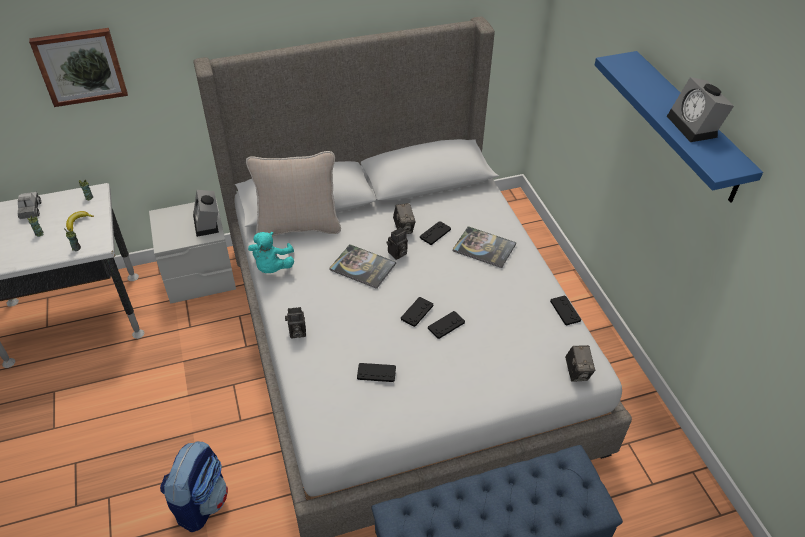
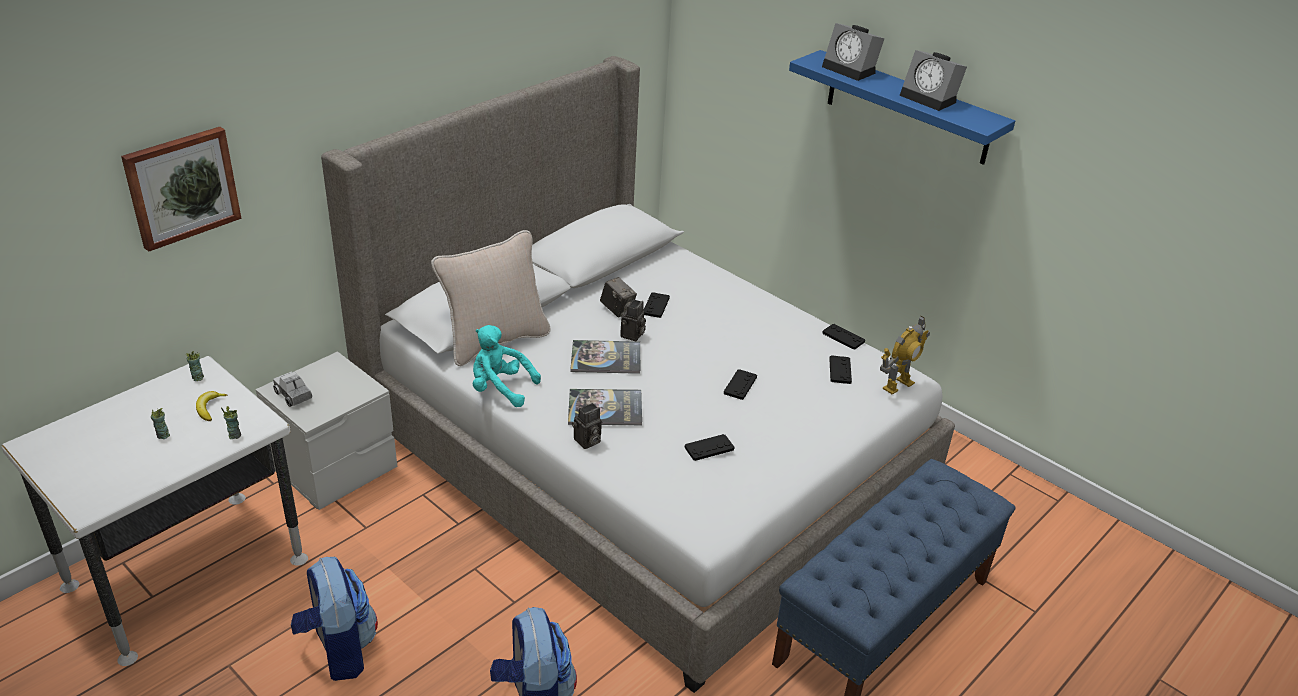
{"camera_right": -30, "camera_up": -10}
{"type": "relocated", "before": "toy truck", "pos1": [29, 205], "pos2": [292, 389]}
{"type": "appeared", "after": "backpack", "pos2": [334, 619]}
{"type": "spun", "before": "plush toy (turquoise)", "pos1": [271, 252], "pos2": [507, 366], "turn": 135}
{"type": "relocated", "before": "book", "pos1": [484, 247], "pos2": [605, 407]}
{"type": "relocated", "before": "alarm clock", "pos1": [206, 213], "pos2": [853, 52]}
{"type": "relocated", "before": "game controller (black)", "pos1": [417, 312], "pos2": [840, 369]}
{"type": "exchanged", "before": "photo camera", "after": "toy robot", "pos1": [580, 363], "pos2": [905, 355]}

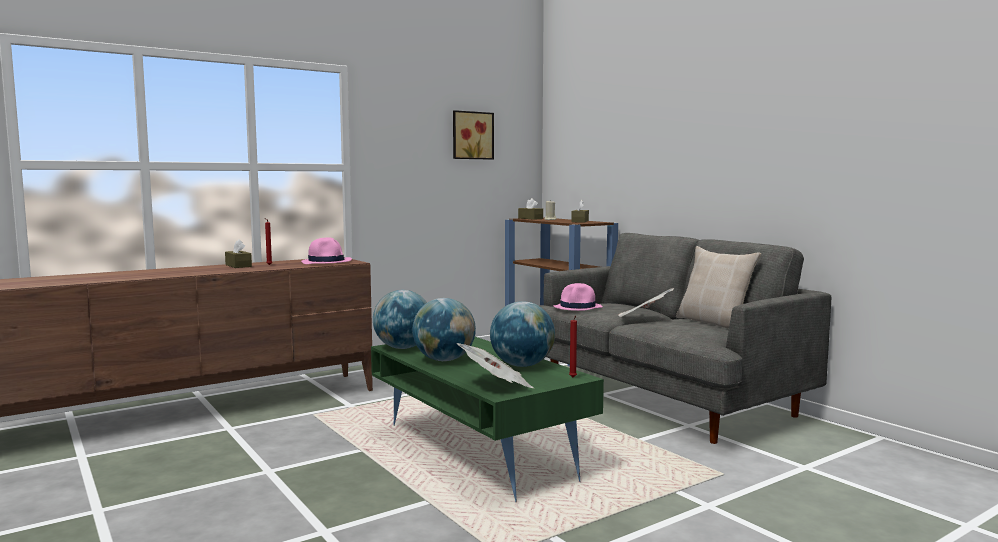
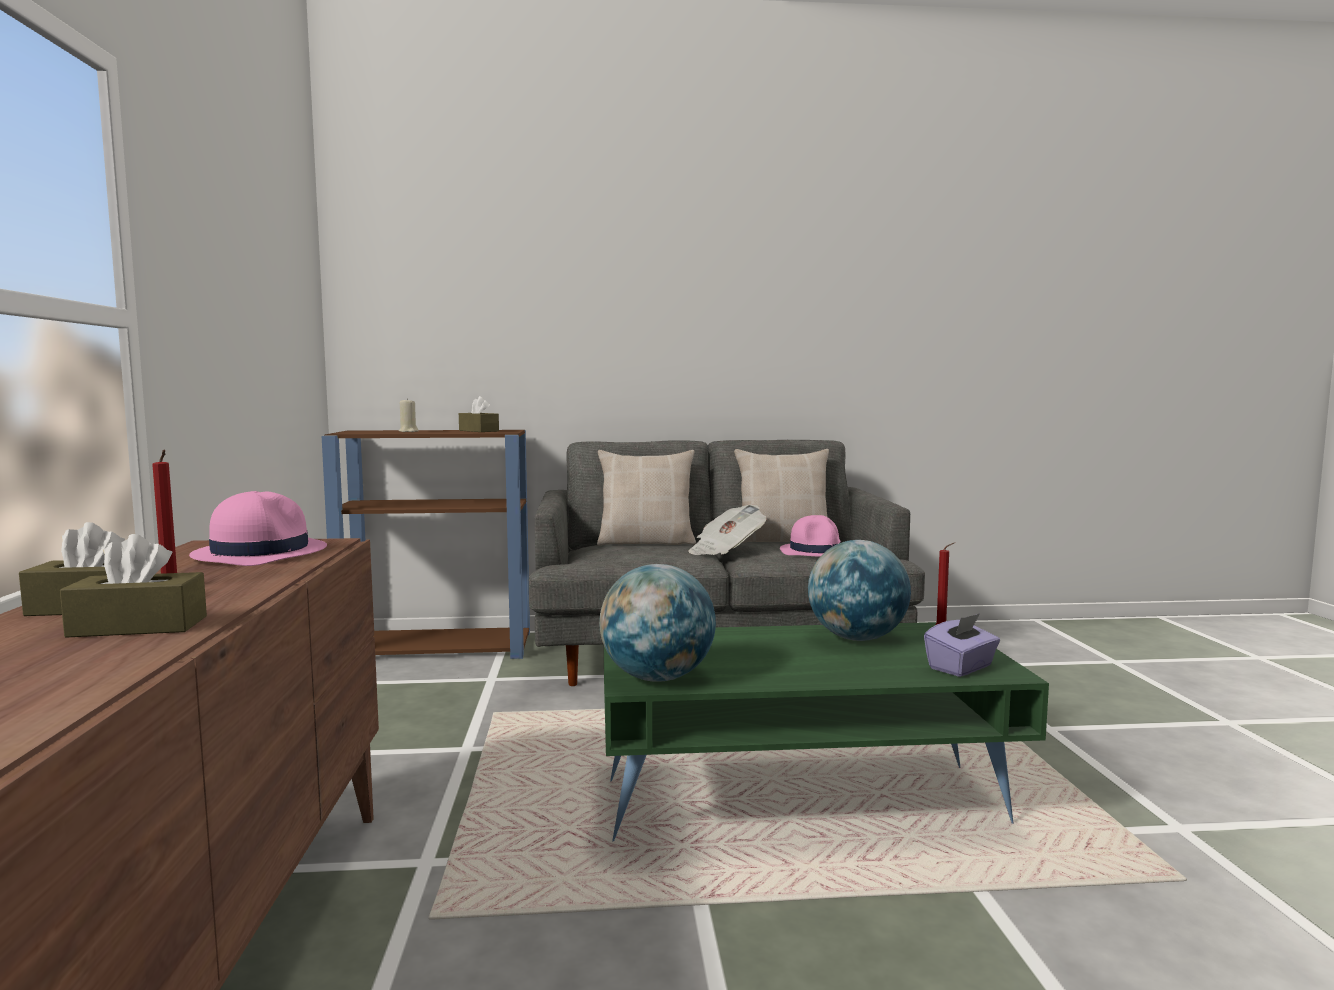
{"camera_right": -60, "camera_up": 0}
{"type": "relocated", "before": "tissue box (brown)", "pos1": [530, 209], "pos2": [133, 586]}
{"type": "appeared", "after": "pillow (beige)", "pos2": [646, 498]}
{"type": "relocated", "before": "hat (pink)", "pos1": [578, 297], "pos2": [810, 535]}
{"type": "exchanged", "before": "newspaper", "after": "tissue box (purple)", "pos1": [495, 365], "pos2": [962, 645]}
{"type": "missing", "before": "globe", "pos1": [444, 329]}
{"type": "missing", "before": "picture", "pos1": [473, 135]}

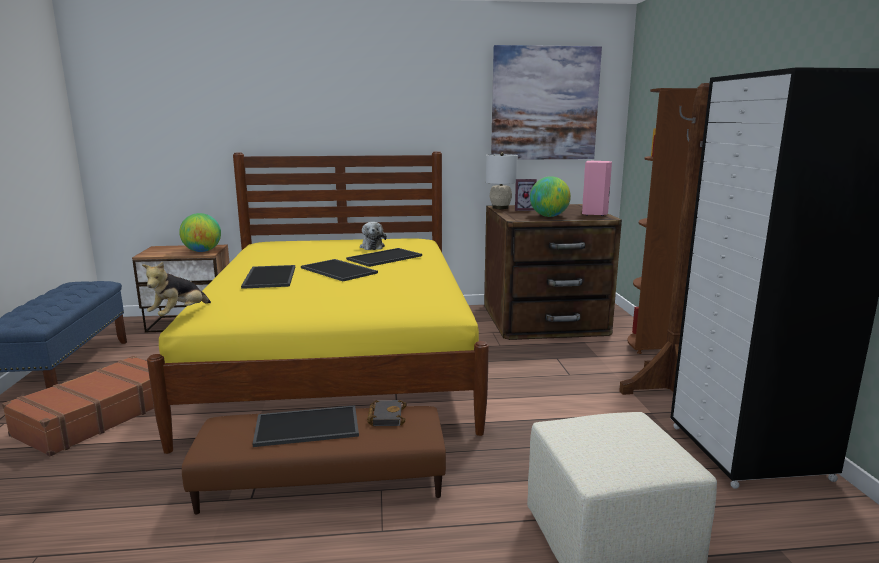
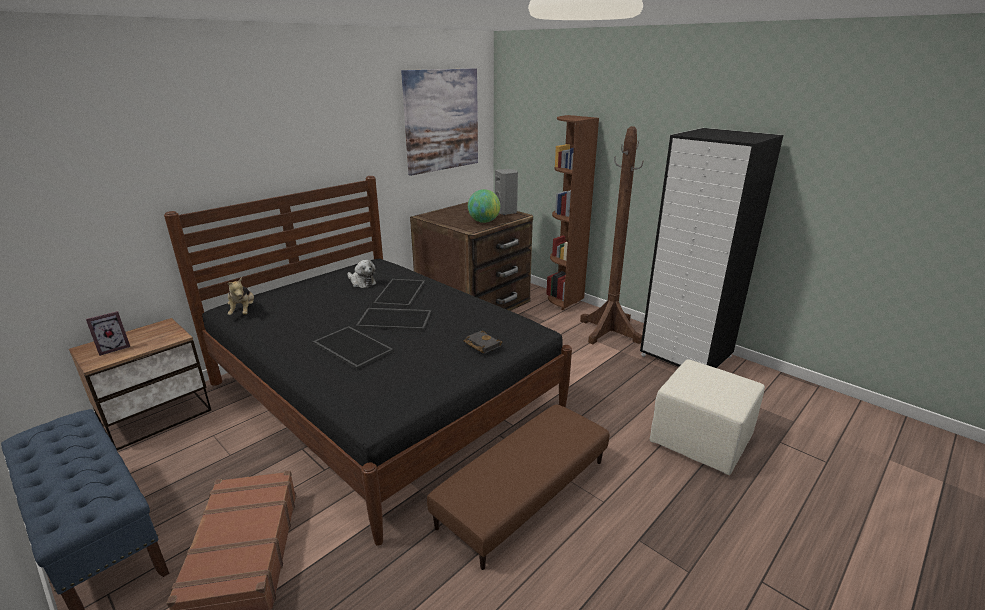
{"camera_right": -40, "camera_up": 10}
{"type": "relocated", "before": "picture frame", "pos1": [526, 195], "pos2": [108, 333]}
{"type": "colour", "before": "bed (yellow)", "after": "bed (black)", "pos1": [318, 302], "pos2": [368, 361]}
{"type": "relocated", "before": "plush toy", "pos1": [176, 289], "pos2": [241, 296]}
{"type": "relocated", "before": "book (black)", "pos1": [386, 413], "pos2": [483, 342]}
{"type": "colour", "before": "speaker (pink)", "after": "speaker (grey)", "pos1": [597, 188], "pos2": [506, 192]}
{"type": "missing", "before": "globe", "pos1": [200, 232]}
{"type": "missing", "before": "tray", "pos1": [306, 426]}
{"type": "missing", "before": "table lamp (white)", "pos1": [502, 180]}

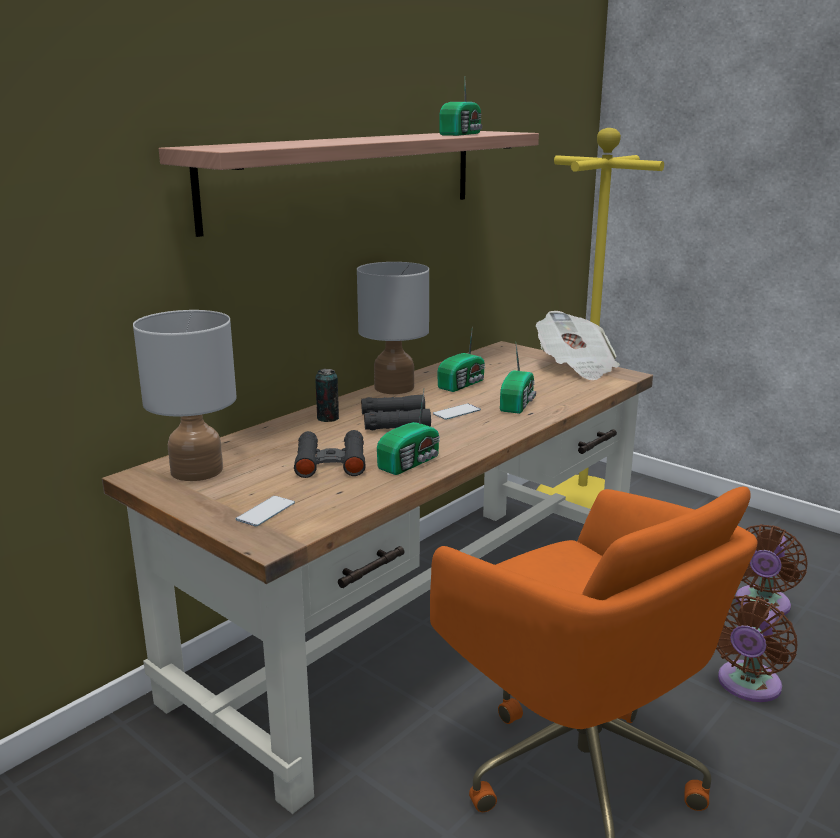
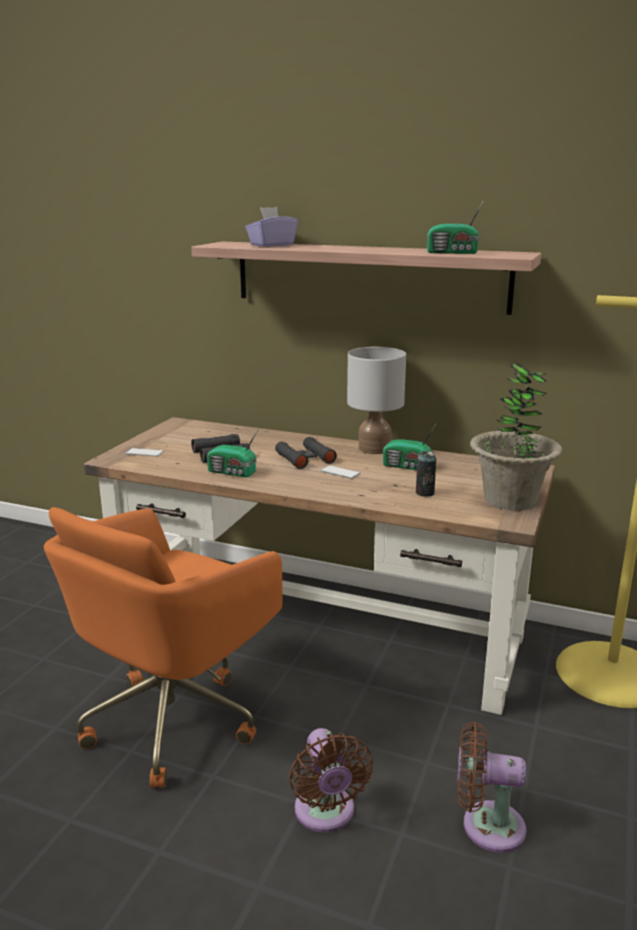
{"camera_right": 70, "camera_up": 0}
{"type": "appeared", "after": "tissue box (purple)", "pos2": [271, 227]}
{"type": "spun", "before": "fan (brown)", "pos1": [756, 648], "pos2": [331, 780], "turn": -120}
{"type": "relocated", "before": "can", "pos1": [327, 395], "pos2": [426, 474]}
{"type": "exchanged", "before": "newspaper", "after": "potted plant", "pos1": [578, 345], "pos2": [516, 436]}
{"type": "missing", "before": "table lamp (grey)", "pos1": [185, 395]}
{"type": "missing", "before": "radio", "pos1": [518, 379]}

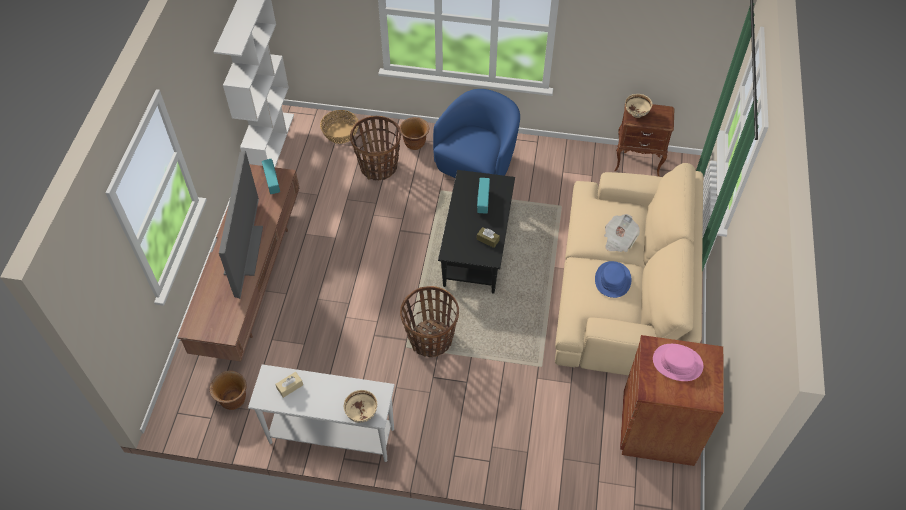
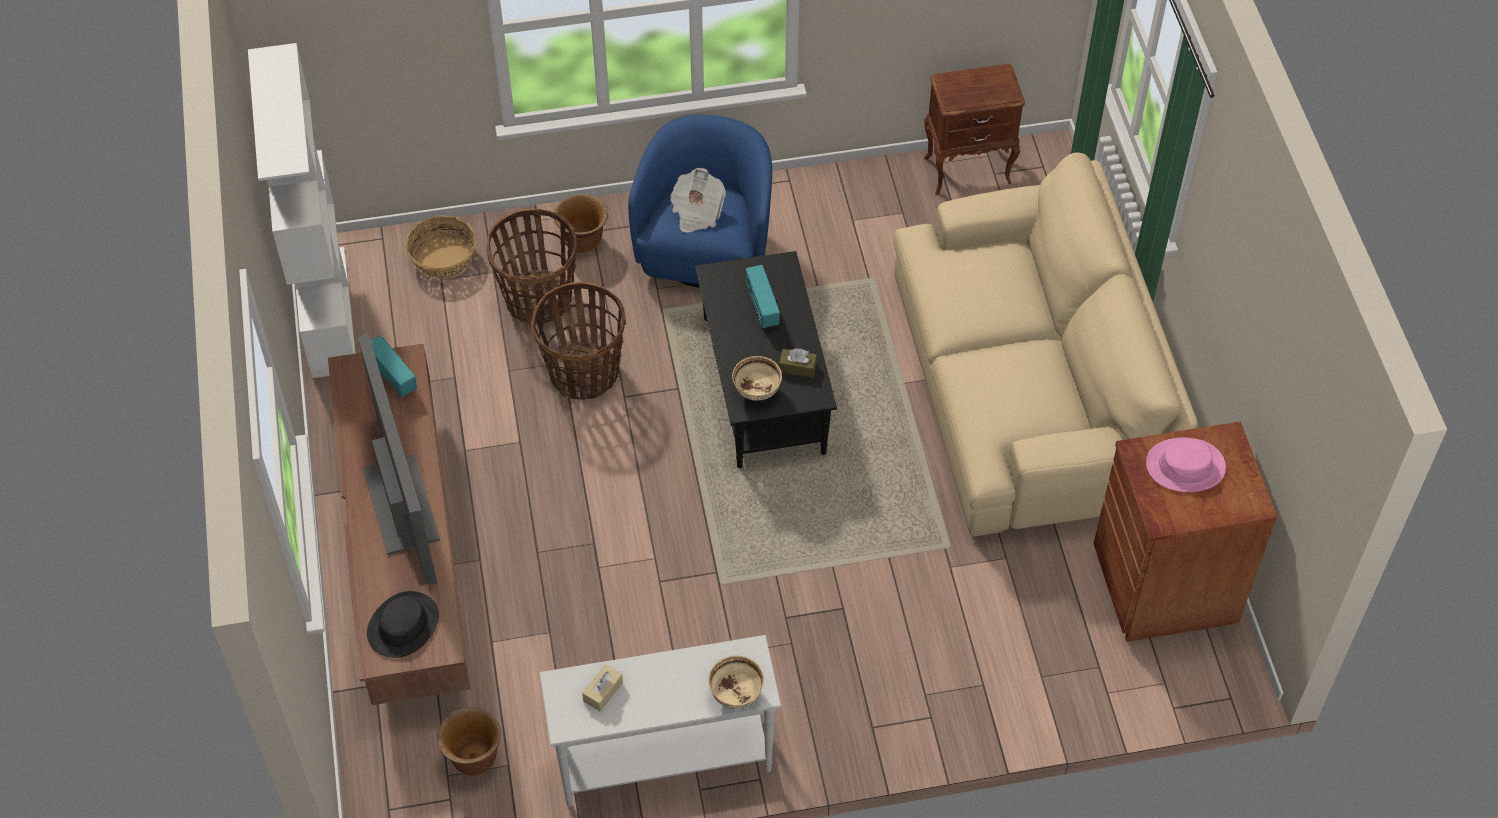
{"camera_right": -20, "camera_up": 0}
{"type": "appeared", "after": "hat (black)", "pos2": [403, 624]}
{"type": "relocated", "before": "basket", "pos1": [429, 321], "pos2": [578, 341]}
{"type": "relocated", "before": "newspaper", "pos1": [622, 233], "pos2": [698, 200]}
{"type": "relocated", "before": "bowl (beige)", "pos1": [638, 106], "pos2": [757, 378]}
{"type": "missing", "before": "hat (blue)", "pos1": [613, 279]}

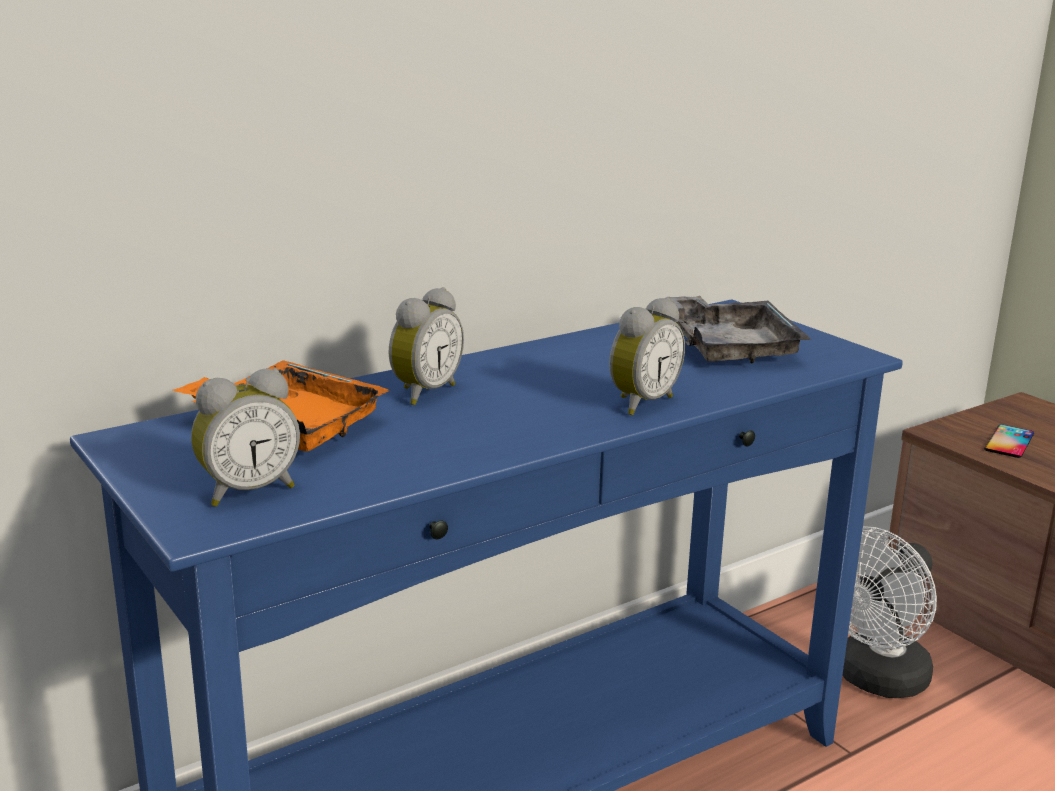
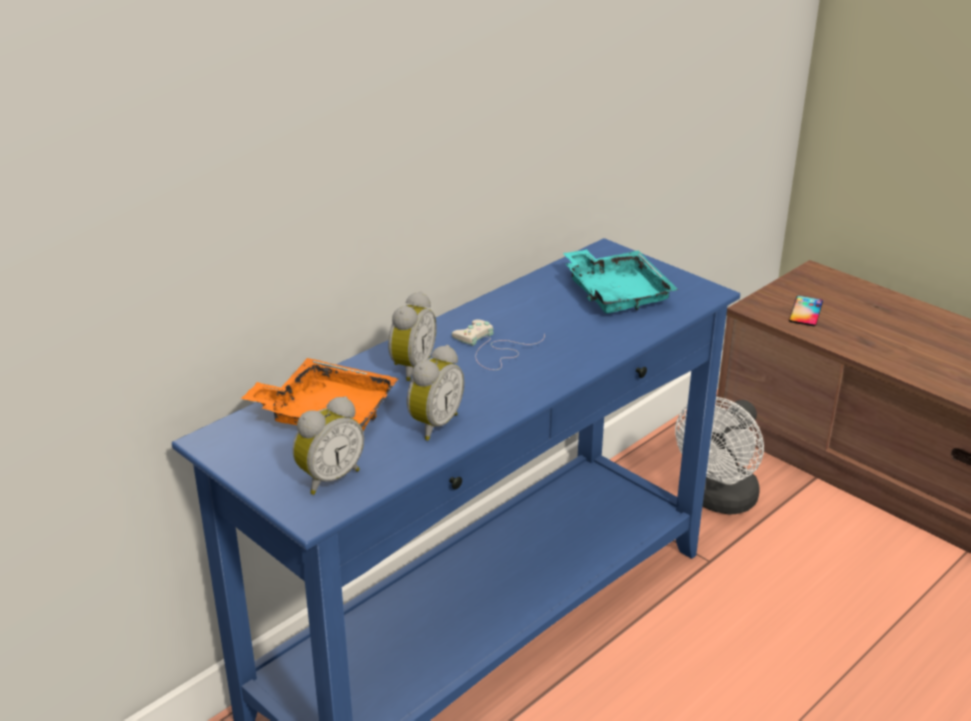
{"camera_right": -10, "camera_up": 10}
{"type": "relocated", "before": "alarm clock", "pos1": [647, 356], "pos2": [435, 393]}
{"type": "appeared", "after": "game controller (white)", "pos2": [498, 345]}
{"type": "colour", "before": "tray (grey)", "after": "tray (turquoise)", "pos1": [739, 329], "pos2": [620, 281]}

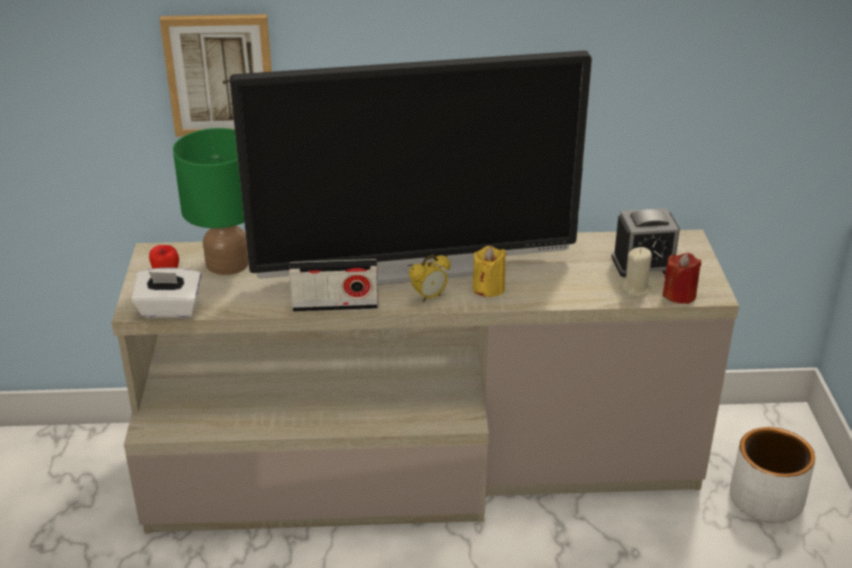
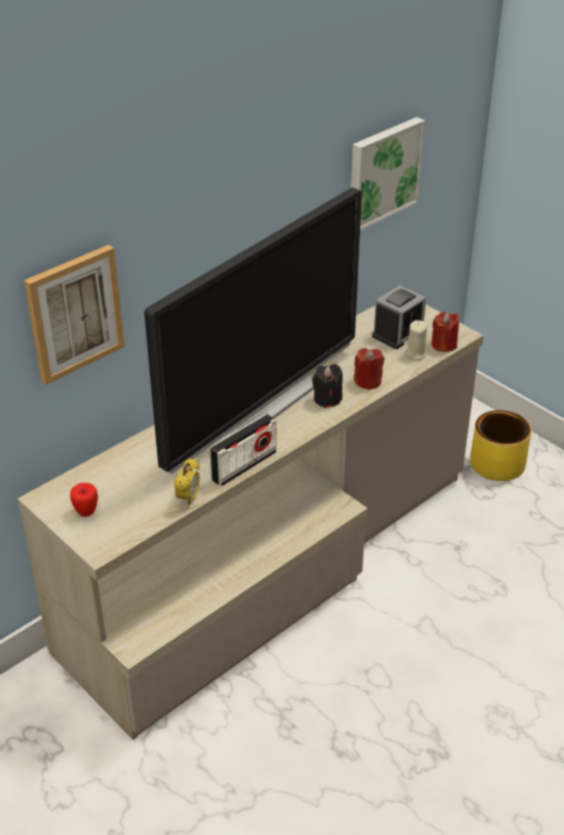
{"camera_right": -40, "camera_up": 5}
{"type": "relocated", "before": "alarm clock", "pos1": [429, 278], "pos2": [187, 481]}
{"type": "colour", "before": "candle (yellow)", "after": "candle (black)", "pos1": [489, 271], "pos2": [327, 386]}
{"type": "appeared", "after": "picture", "pos2": [388, 174]}
{"type": "appeared", "after": "candle (red)", "pos2": [369, 369]}
{"type": "colour", "before": "planter (white)", "after": "planter (yellow)", "pos1": [773, 475], "pos2": [500, 445]}
{"type": "missing", "before": "tissue box (white)", "pos1": [166, 292]}
{"type": "missing", "before": "table lamp (green)", "pos1": [211, 201]}

